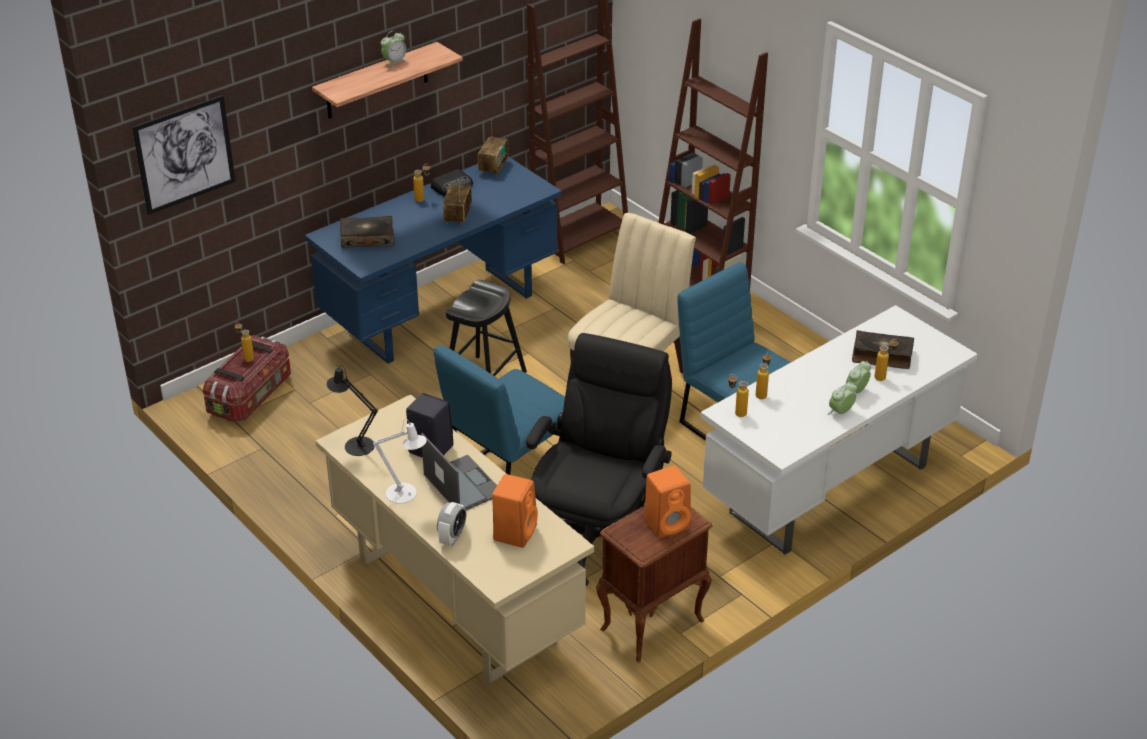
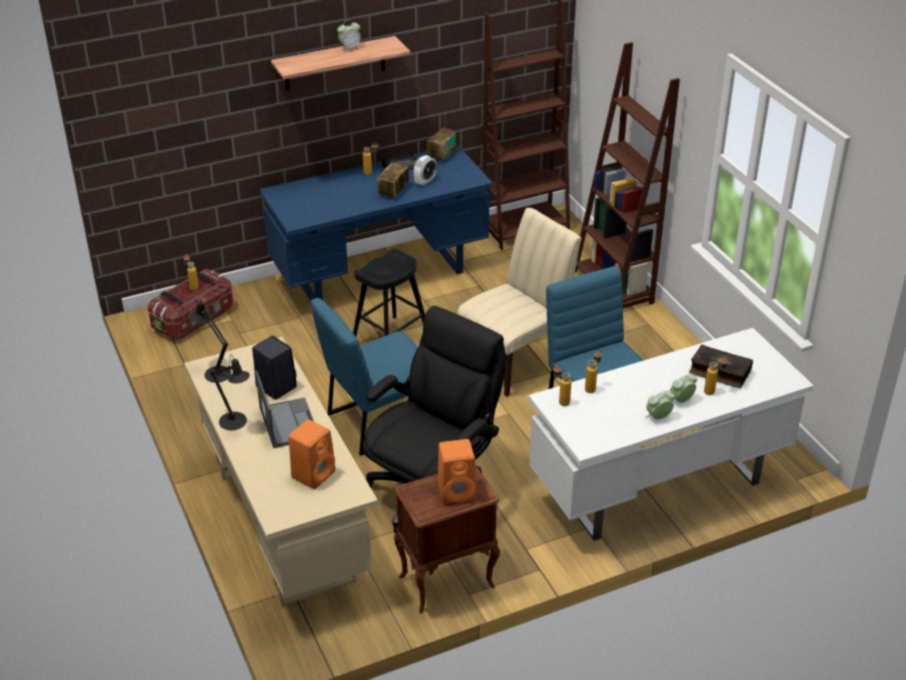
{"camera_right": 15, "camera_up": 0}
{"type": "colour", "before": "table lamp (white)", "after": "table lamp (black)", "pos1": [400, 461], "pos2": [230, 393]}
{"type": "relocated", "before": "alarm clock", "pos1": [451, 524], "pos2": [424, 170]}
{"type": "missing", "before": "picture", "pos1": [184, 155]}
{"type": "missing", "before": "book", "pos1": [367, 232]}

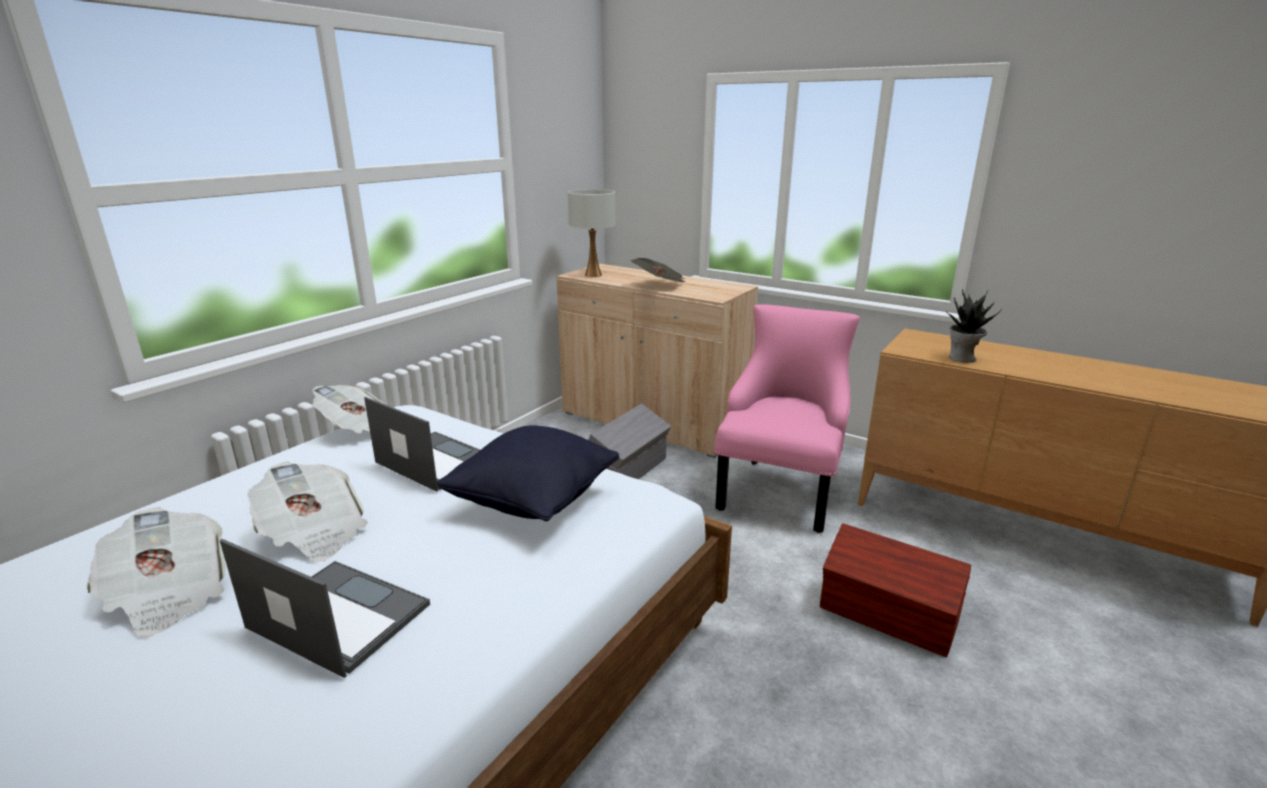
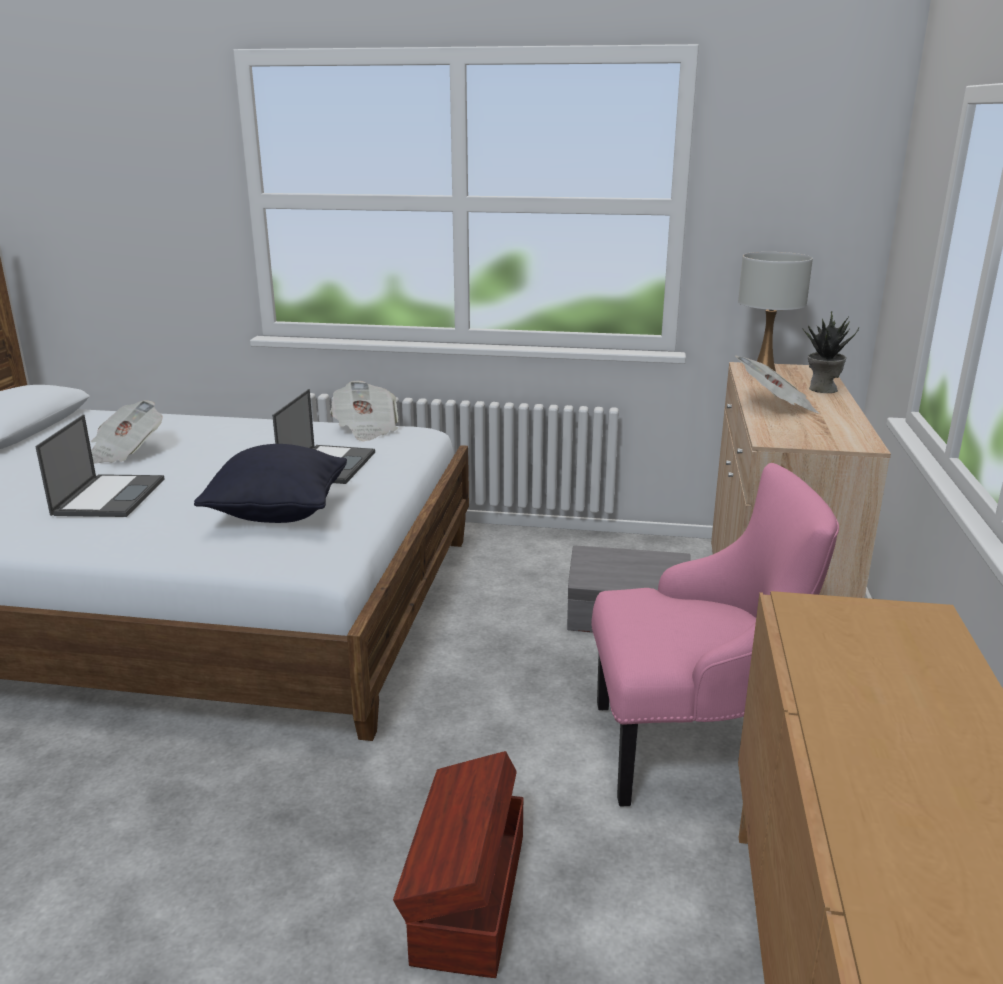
{"camera_right": 65, "camera_up": 0}
{"type": "relocated", "before": "potted plant", "pos1": [974, 326], "pos2": [831, 352]}
{"type": "missing", "before": "newspaper", "pos1": [307, 512]}

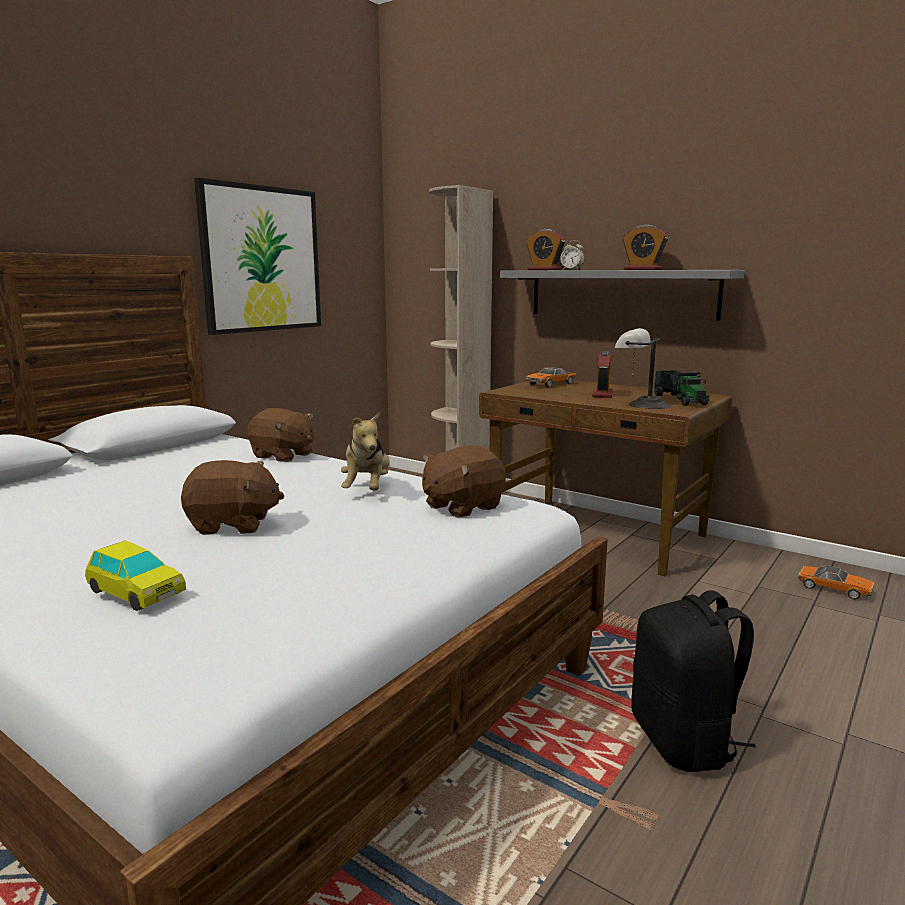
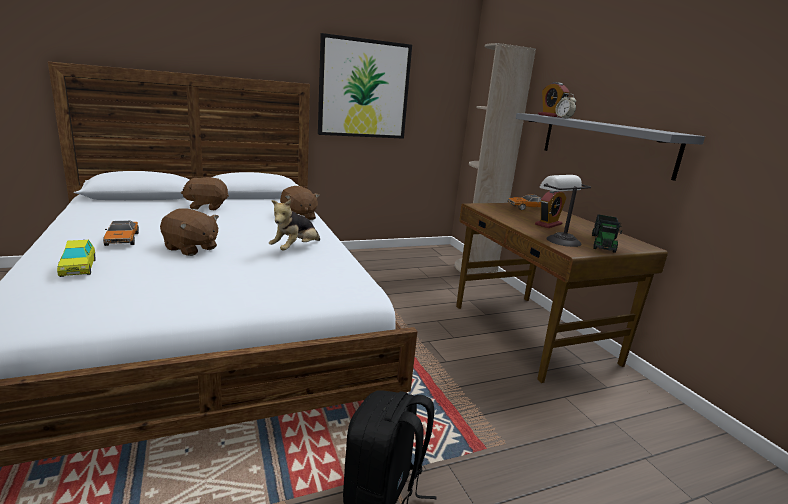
{"camera_right": 30, "camera_up": 5}
{"type": "relocated", "before": "toy car", "pos1": [836, 582], "pos2": [121, 233]}
{"type": "relocated", "before": "plush toy (brown)", "pos1": [464, 482], "pos2": [205, 193]}
{"type": "missing", "before": "alarm clock", "pos1": [645, 247]}

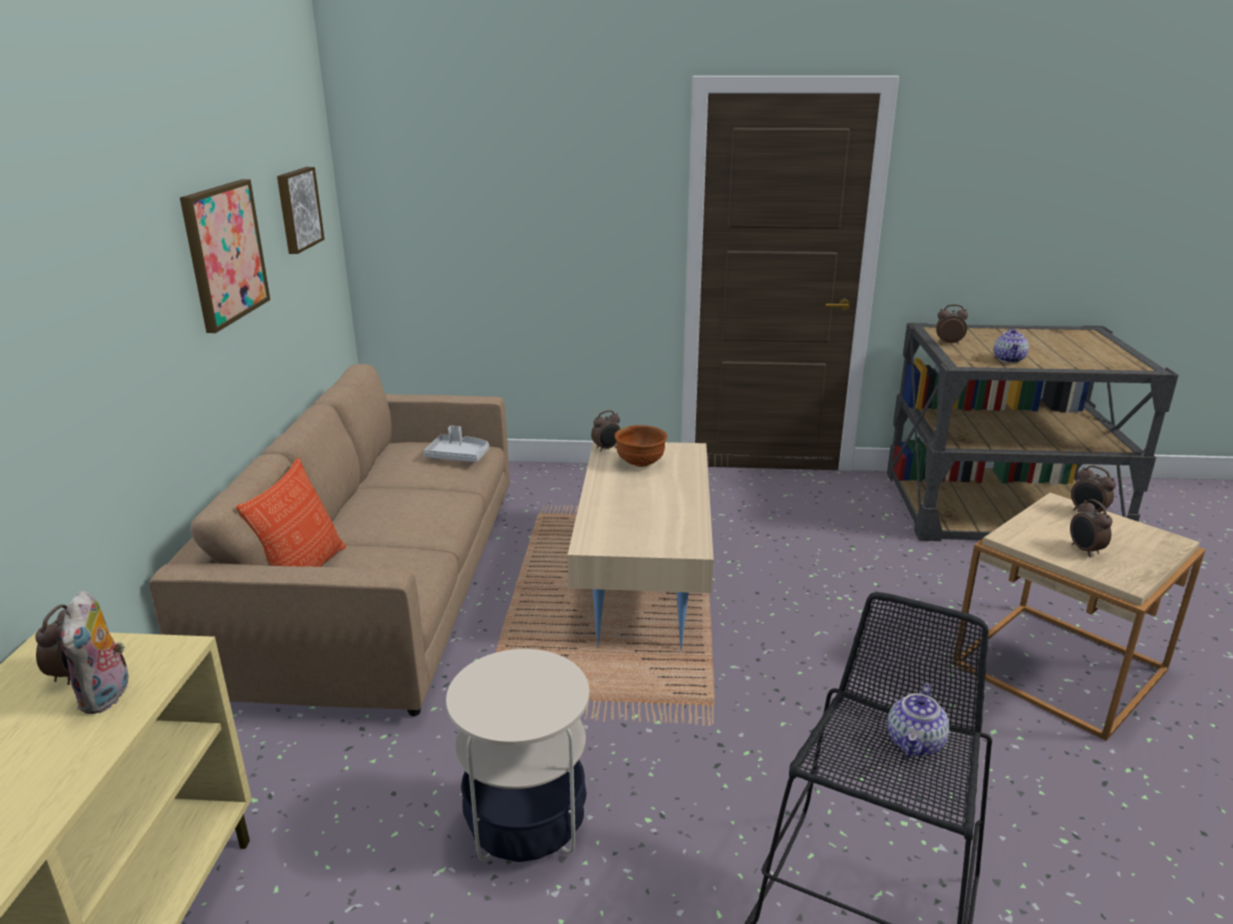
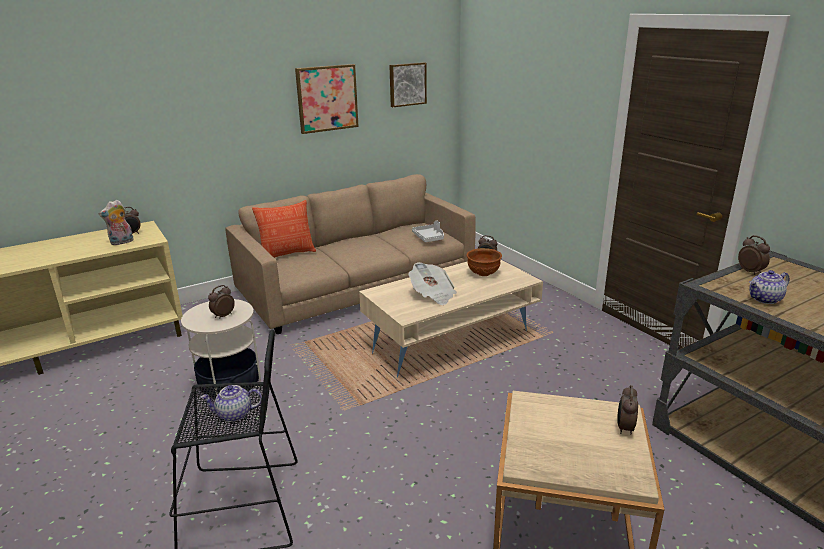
{"camera_right": 55, "camera_up": 0}
{"type": "relocated", "before": "alarm clock", "pos1": [1091, 528], "pos2": [221, 302]}
{"type": "appeared", "after": "newspaper", "pos2": [433, 283]}

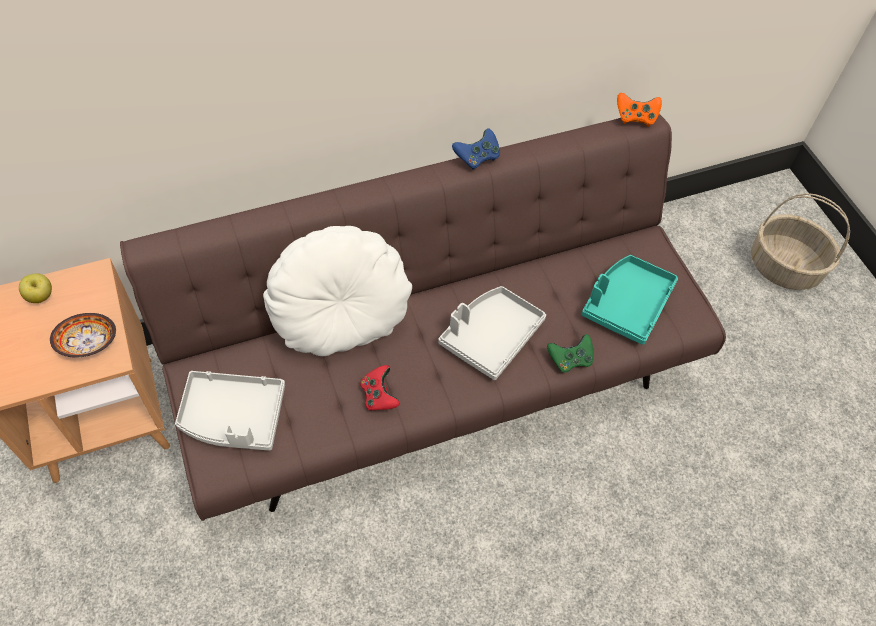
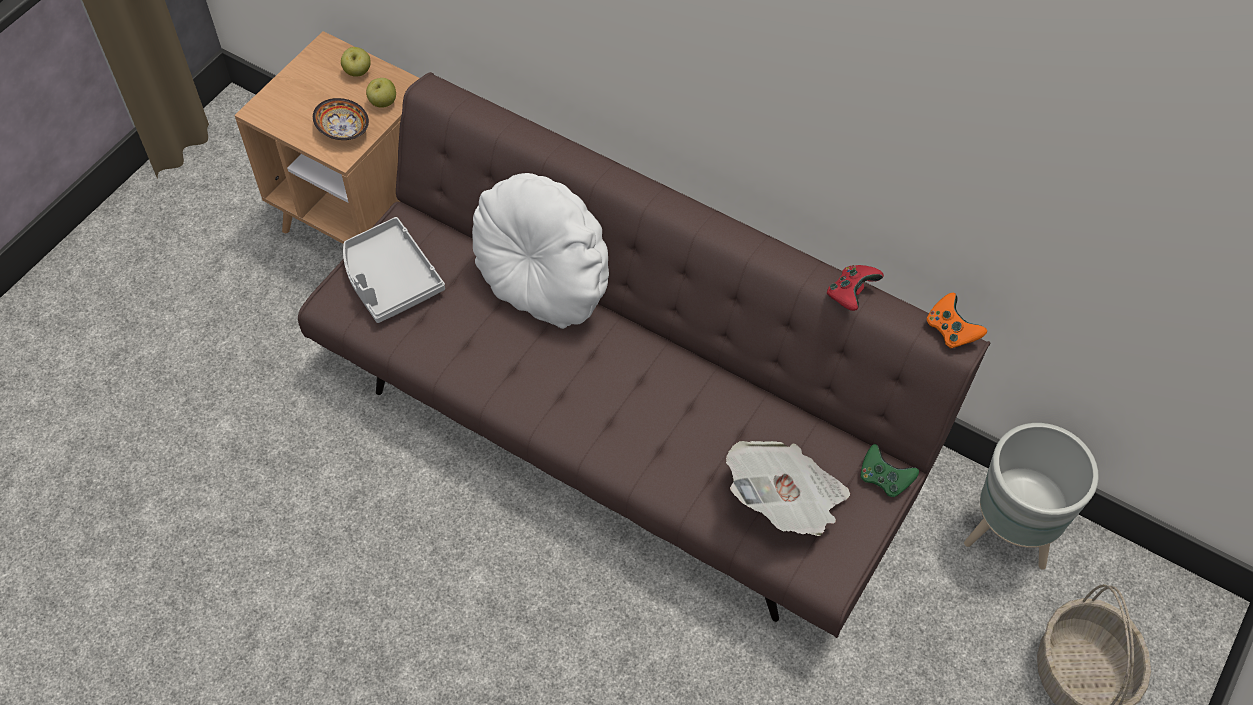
{"camera_right": 55, "camera_up": 0}
{"type": "appeared", "after": "apple", "pos2": [381, 93]}
{"type": "exchanged", "before": "tray (turquoise)", "after": "newspaper", "pos1": [630, 300], "pos2": [788, 488]}
{"type": "relocated", "before": "game controller (red)", "pos1": [380, 388], "pos2": [855, 288]}
{"type": "relocated", "before": "game controller (green)", "pos1": [570, 353], "pos2": [889, 470]}
{"type": "appeared", "after": "planter (grey)", "pos2": [1031, 496]}
{"type": "missing", "before": "tray (grey)", "pos1": [492, 333]}
{"type": "missing", "before": "game controller (blue)", "pos1": [476, 149]}

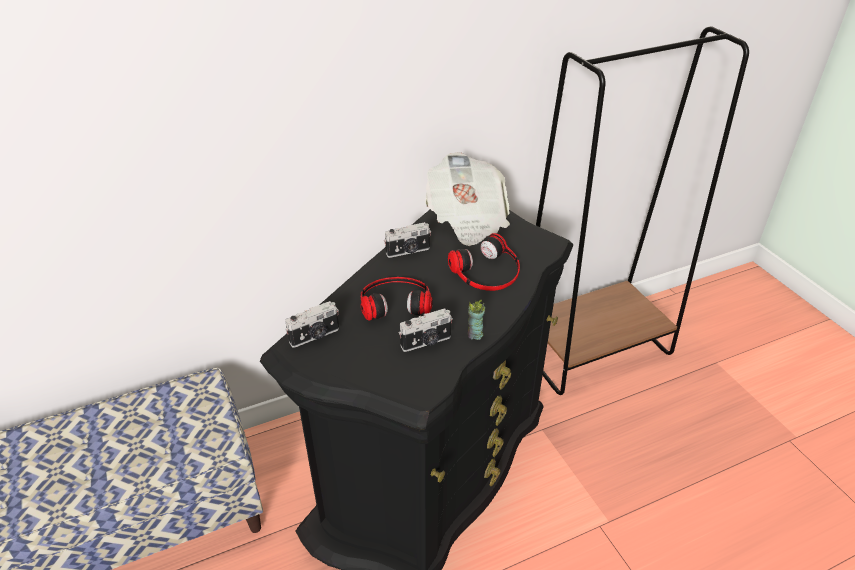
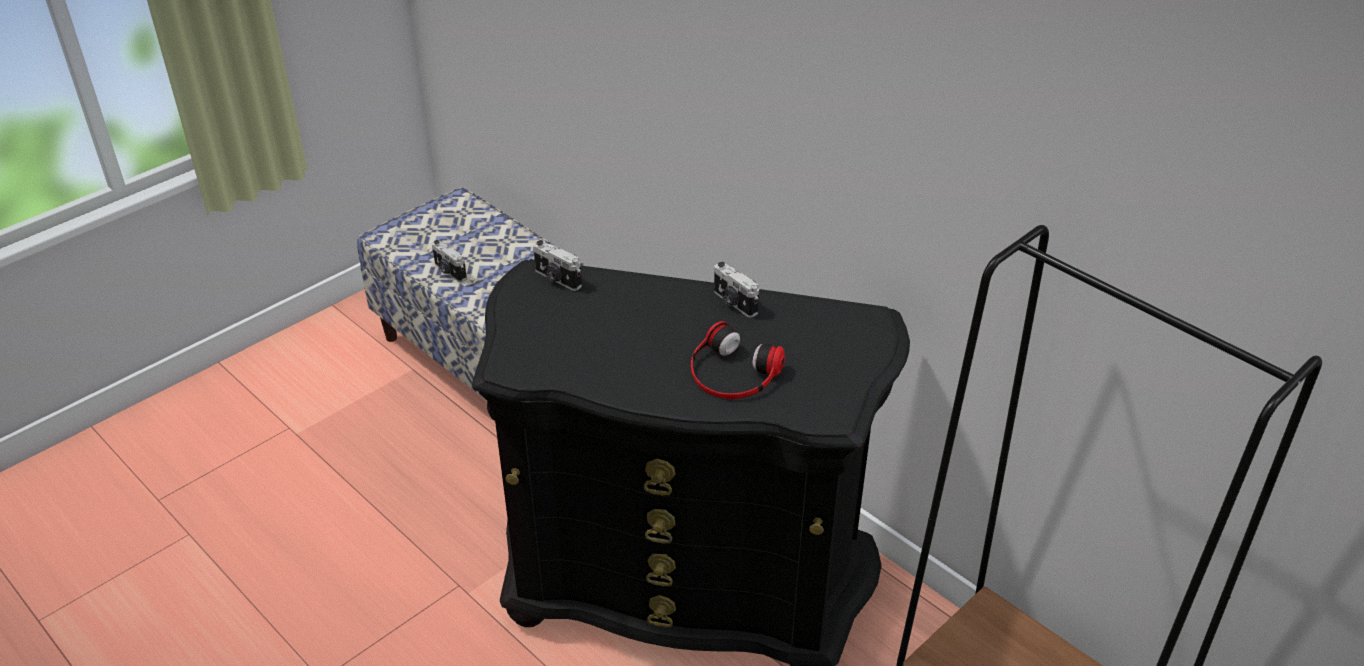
{"camera_right": 70, "camera_up": 0}
{"type": "relocated", "before": "photo camera", "pos1": [426, 330], "pos2": [449, 261]}
{"type": "missing", "before": "headphones", "pos1": [397, 299]}
{"type": "missing", "before": "newspaper", "pos1": [467, 199]}
{"type": "missing", "before": "cup", "pos1": [476, 320]}

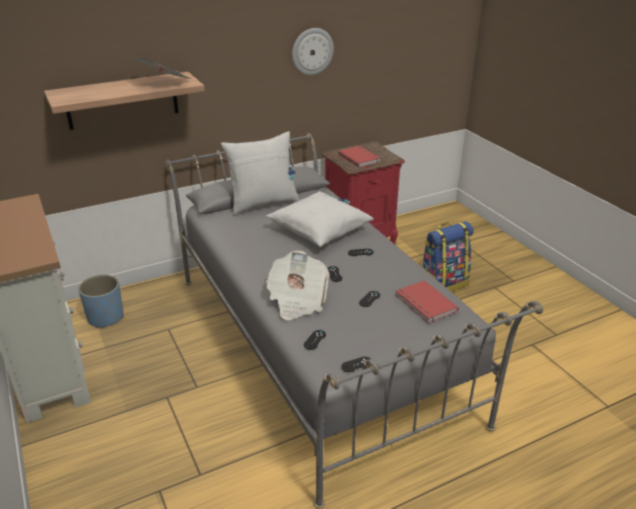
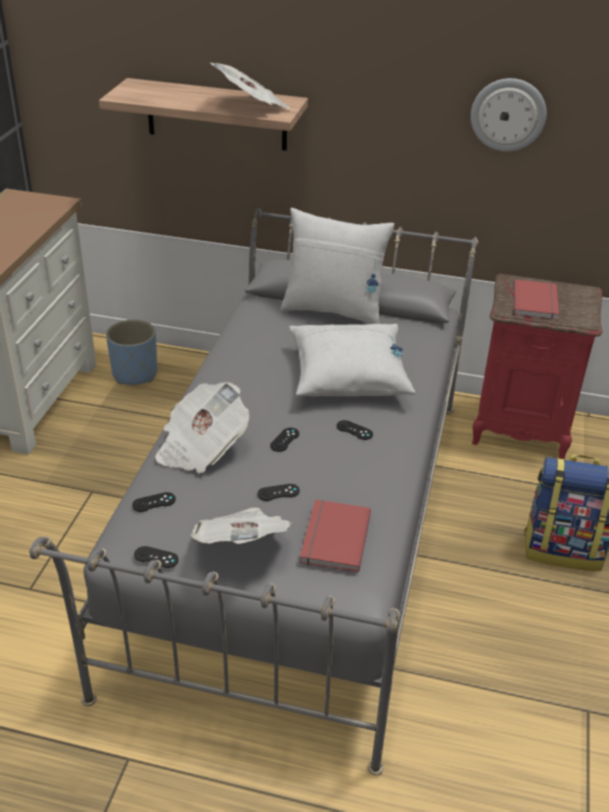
{"camera_right": 40, "camera_up": 5}
{"type": "appeared", "after": "newspaper", "pos2": [241, 526]}

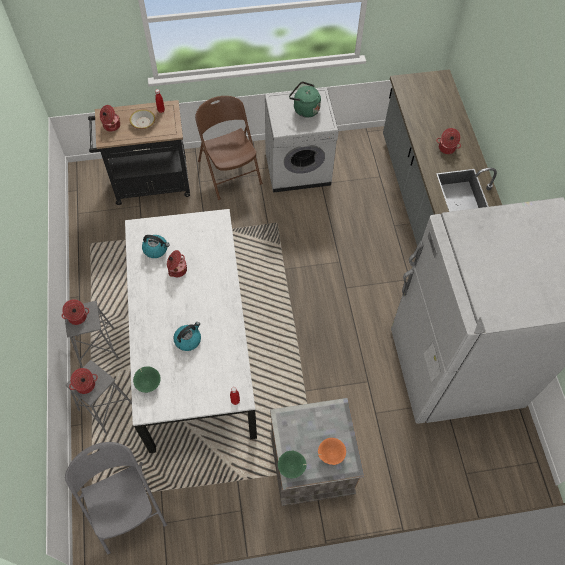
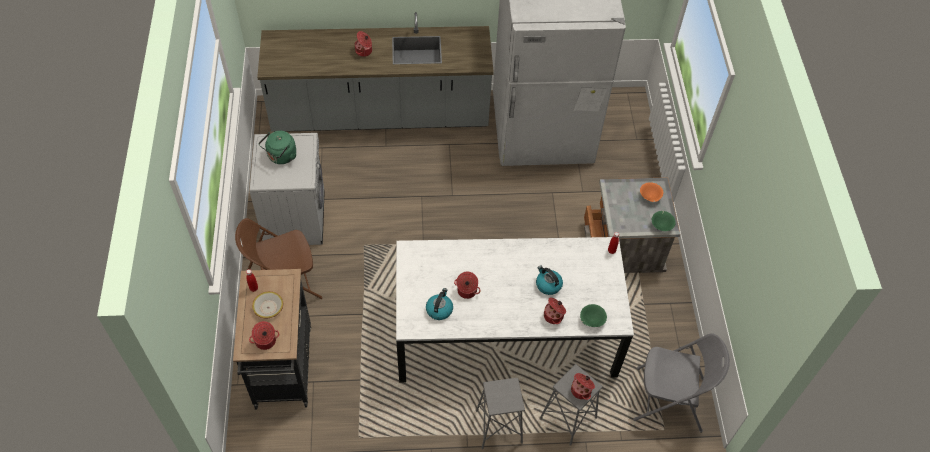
{"camera_right": -85, "camera_up": -5}
{"type": "relocated", "before": "cooking pot", "pos1": [75, 312], "pos2": [554, 311]}
{"type": "spun", "before": "chair (grey)", "pos1": [116, 498], "pos2": [681, 383], "turn": -150}

